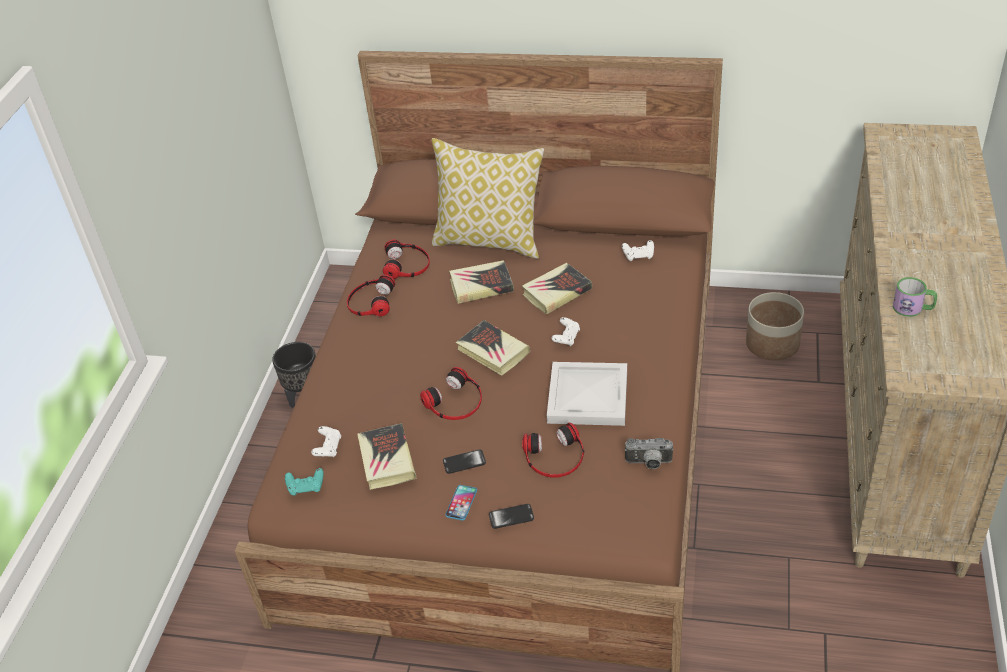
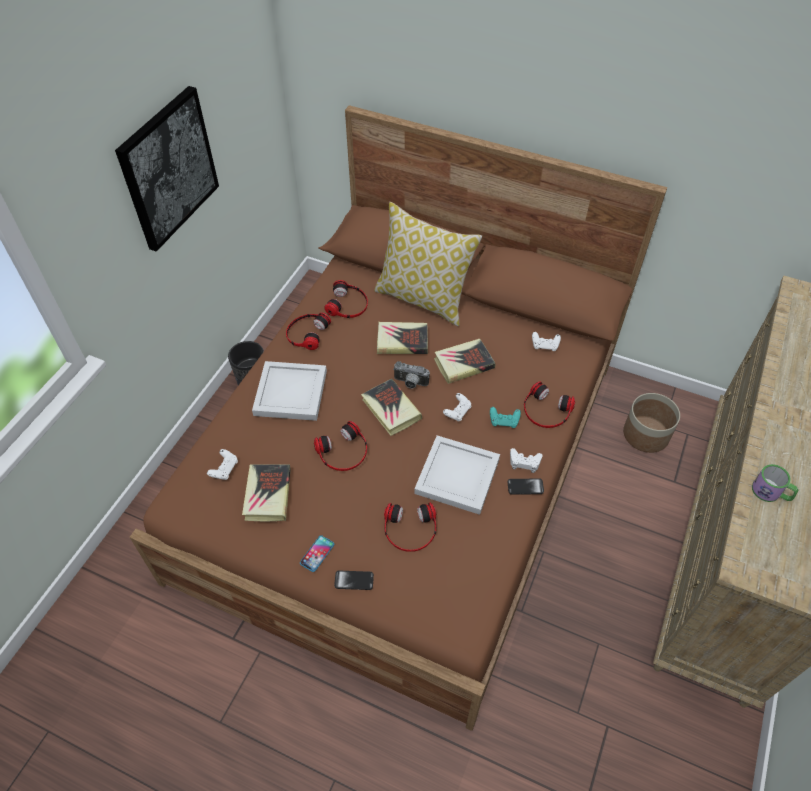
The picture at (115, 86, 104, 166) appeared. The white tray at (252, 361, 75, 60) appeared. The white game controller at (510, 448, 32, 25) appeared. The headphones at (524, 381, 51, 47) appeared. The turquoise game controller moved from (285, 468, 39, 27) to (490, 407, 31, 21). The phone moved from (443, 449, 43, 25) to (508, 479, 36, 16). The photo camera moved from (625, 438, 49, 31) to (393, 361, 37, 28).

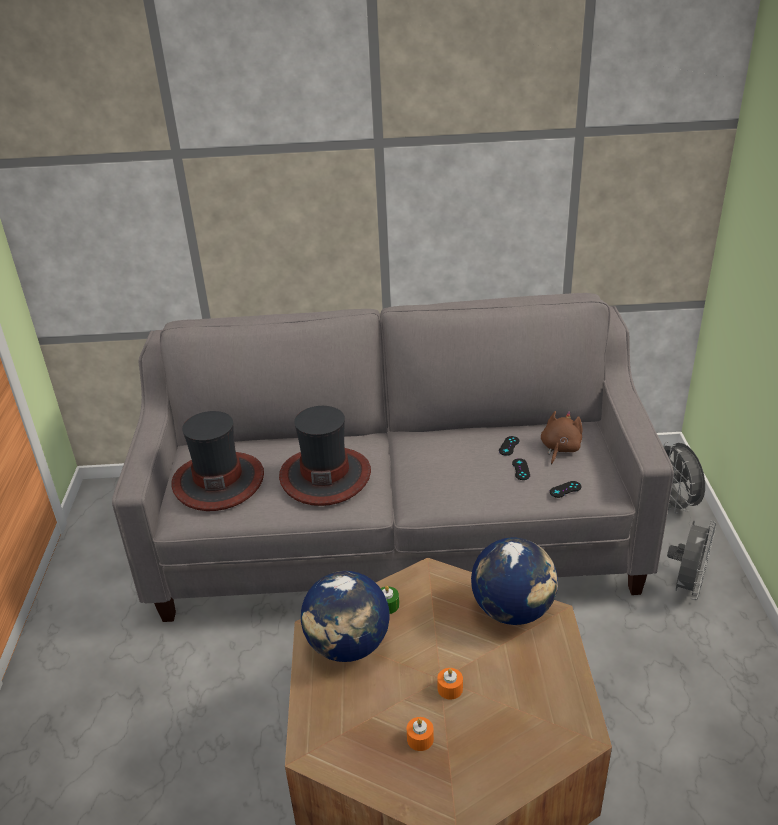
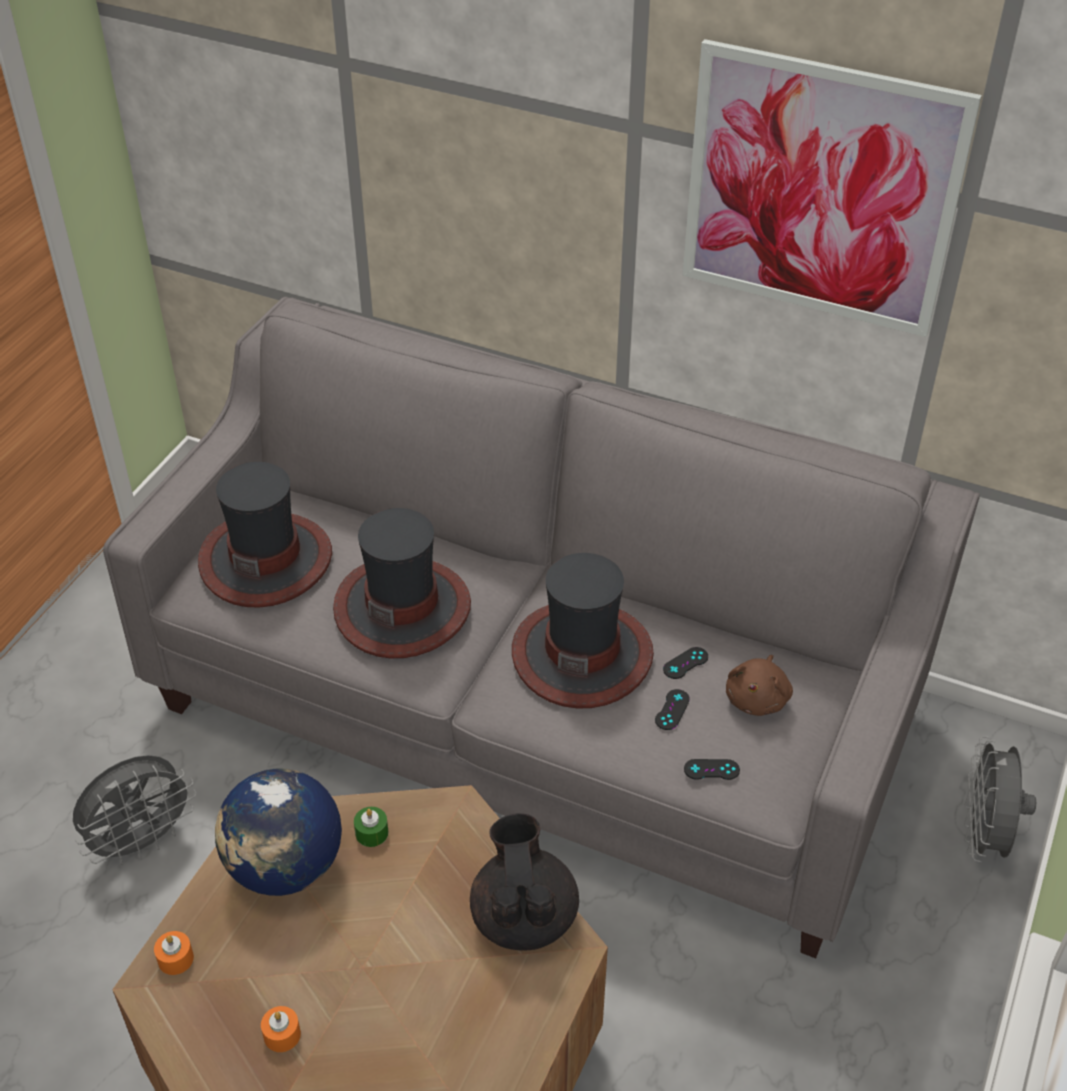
The hat at (512, 553, 142, 156) appeared. The picture at (682, 39, 300, 298) appeared. The orange candle moved from (437, 668, 26, 32) to (154, 931, 40, 44). The grey fan moved from (667, 521, 49, 79) to (73, 755, 124, 110). The globe at (471, 538, 87, 87) was replaced by the black teapot at (470, 813, 109, 138). The brown plush toy at (541, 411, 42, 53) turned 150 degrees clockwise.

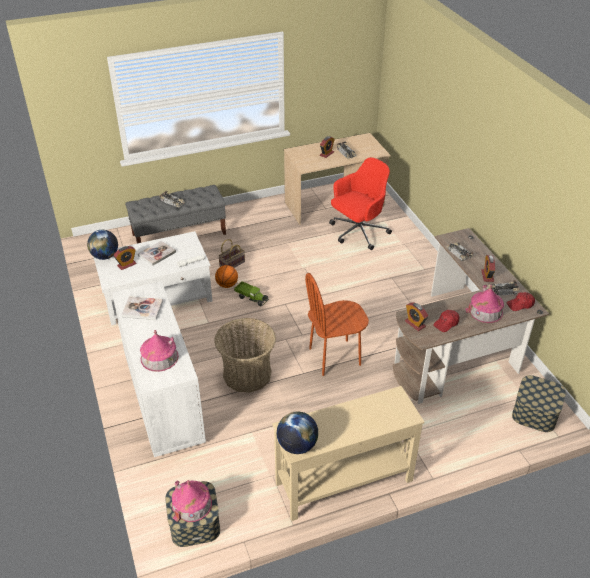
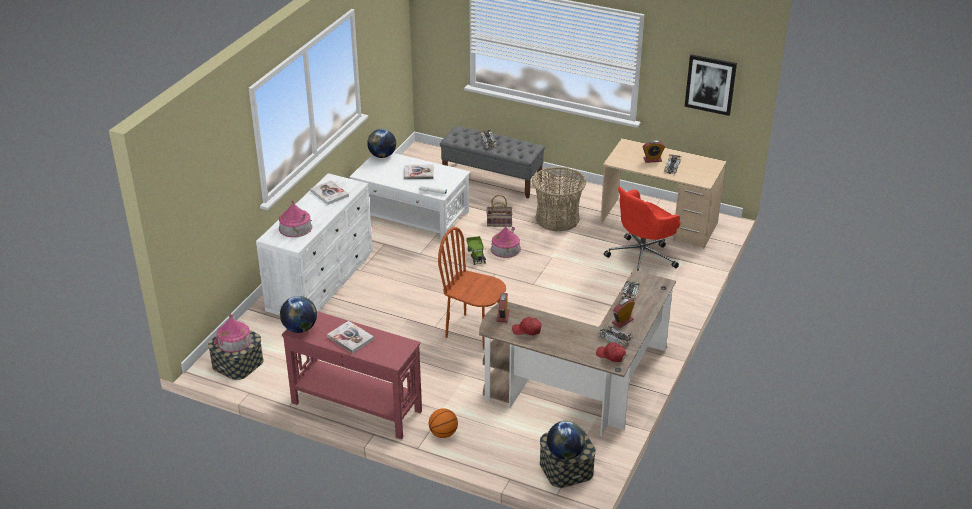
The alarm clock at (114, 246, 22, 24) disappeared. The book at (327, 321, 47, 32) appeared. The globe at (547, 421, 38, 39) appeared. The picture at (685, 54, 52, 62) appeared. The basket moved from (214, 318, 62, 75) to (532, 167, 54, 64). The basketball moved from (215, 265, 23, 23) to (429, 408, 29, 30). The toy house moved from (465, 285, 39, 38) to (491, 224, 30, 34). The beige console table at (273, 386, 151, 135) became the red console table at (282, 311, 140, 128). The red office chair at (329, 157, 63, 93) turned 135 degrees clockwise.

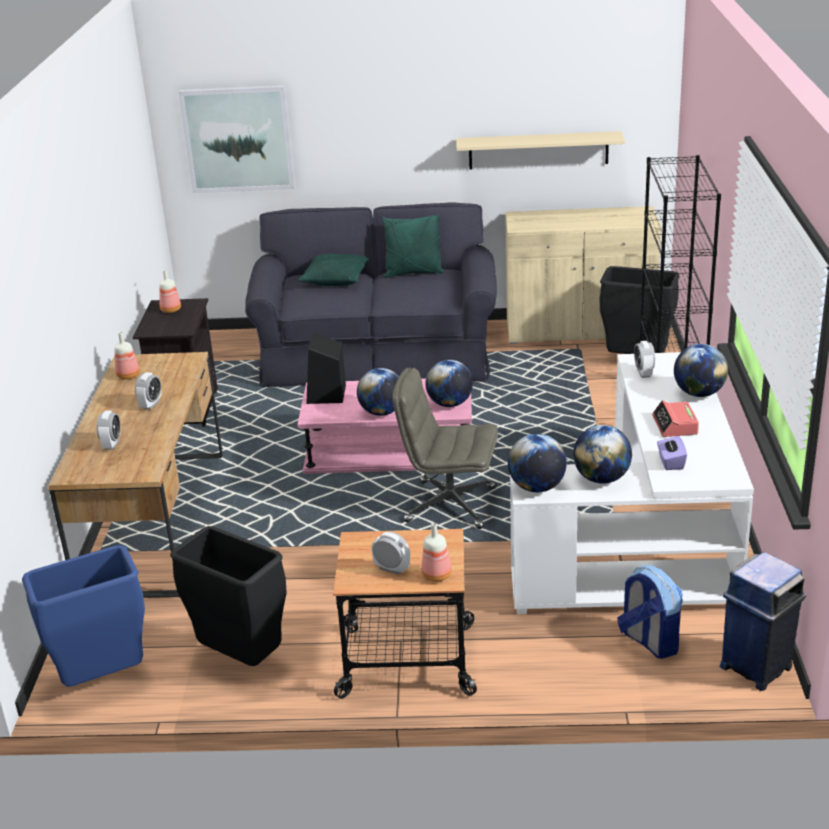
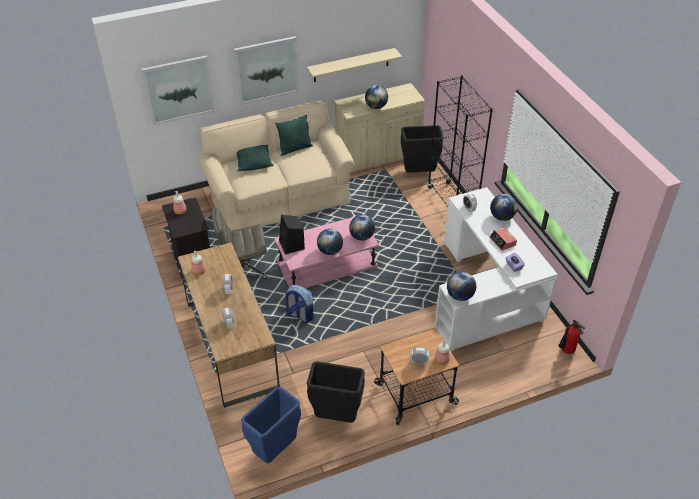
The picture at (234, 36, 65, 69) appeared. The grey office chair moved from (392, 368, 106, 161) to (212, 208, 55, 71). The globe moved from (573, 425, 59, 59) to (365, 85, 23, 24). The backpack moved from (617, 565, 66, 94) to (284, 285, 30, 38). The blue trash can at (720, 552, 86, 139) was replaced by the fire extinguisher at (558, 320, 27, 34). The black sofa at (245, 202, 252, 185) became the beige sofa at (199, 101, 156, 129).

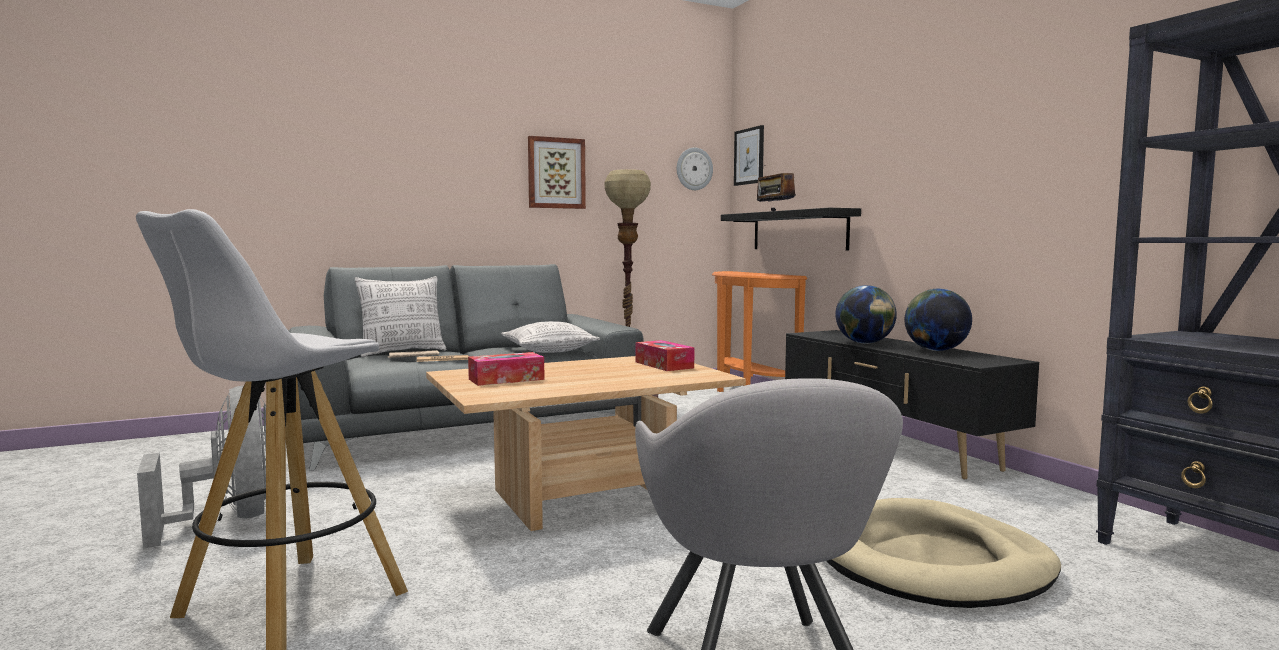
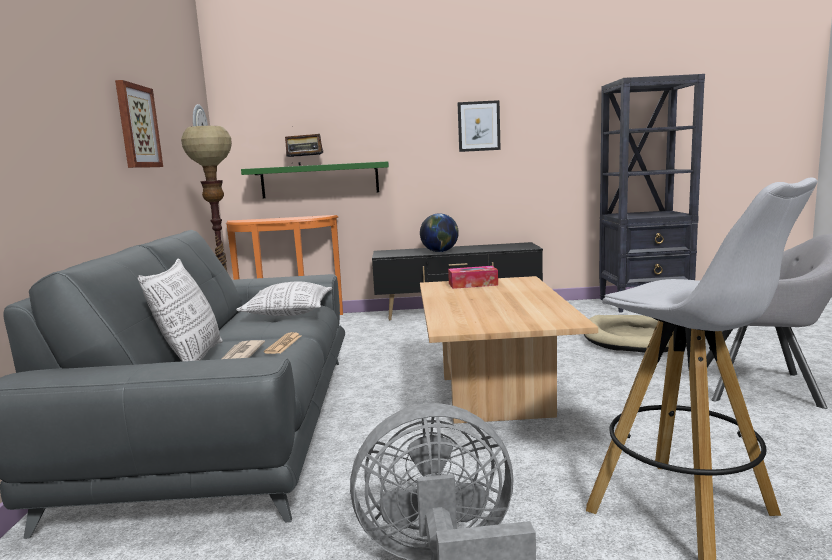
The tissue box at (468, 352, 77, 34) disappeared. The globe at (905, 288, 67, 63) disappeared. The picture moved from (734, 125, 30, 61) to (458, 100, 43, 52). The black shelf at (721, 208, 140, 43) became the green shelf at (241, 161, 148, 37).

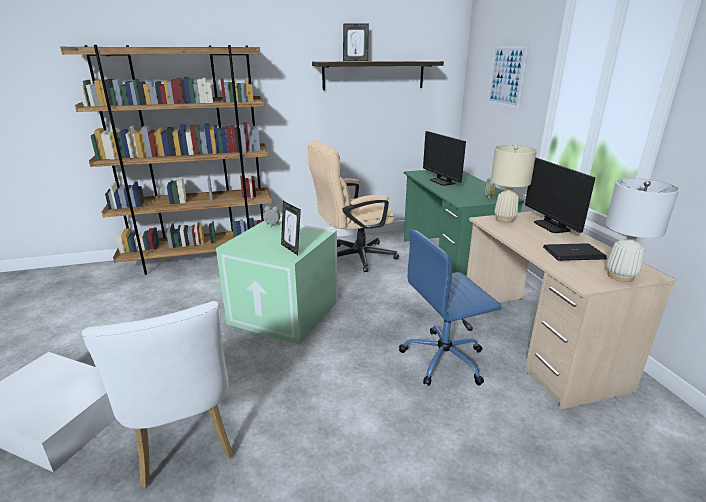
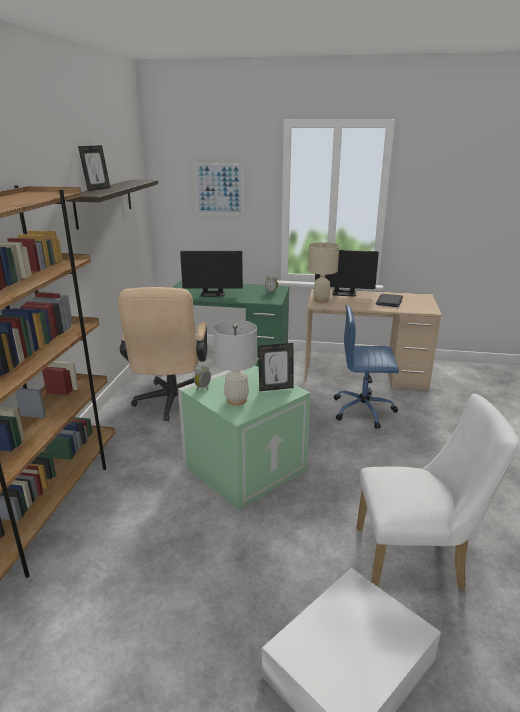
The white table lamp moved from (605, 178, 74, 104) to (213, 320, 44, 86). The blue office chair at (399, 229, 103, 157) turned 90 degrees clockwise.

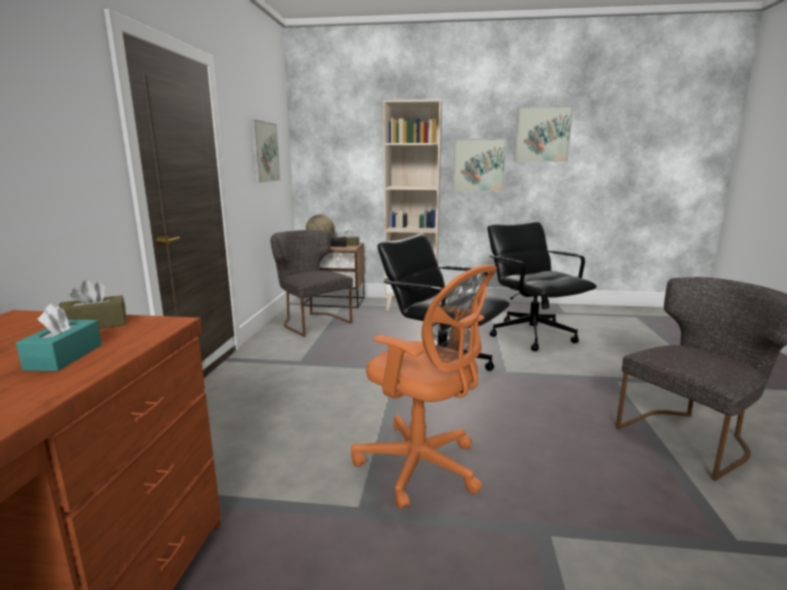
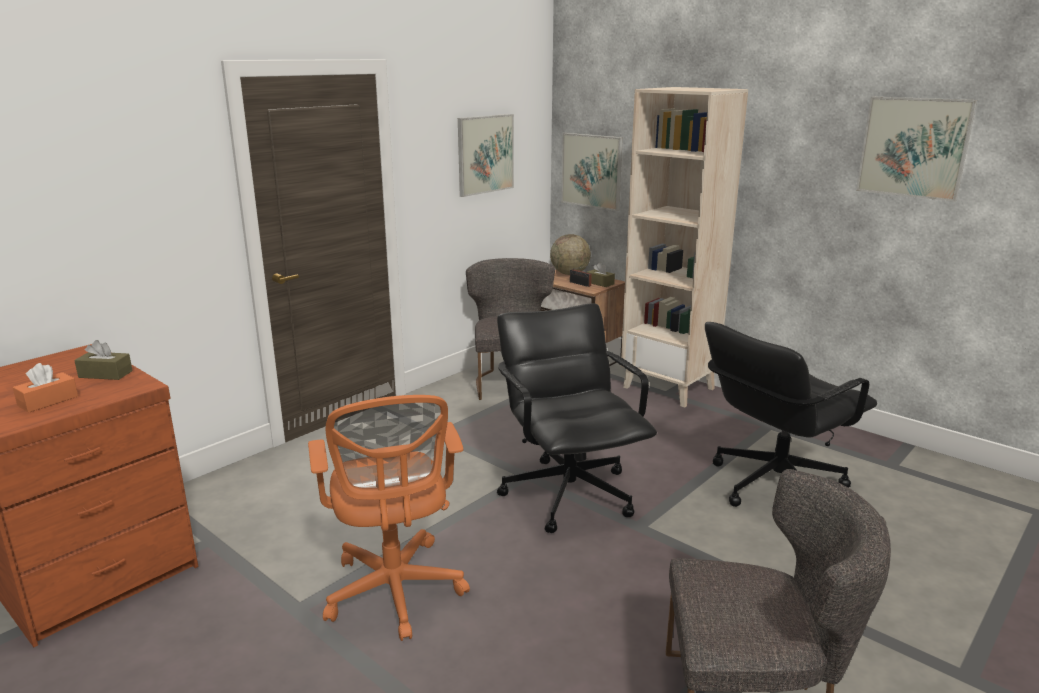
The picture moved from (452, 138, 55, 54) to (561, 133, 62, 78). The turquoise tissue box at (16, 303, 86, 68) became the orange tissue box at (13, 363, 65, 50). The black office chair at (488, 222, 109, 129) turned 135 degrees counterclockwise.

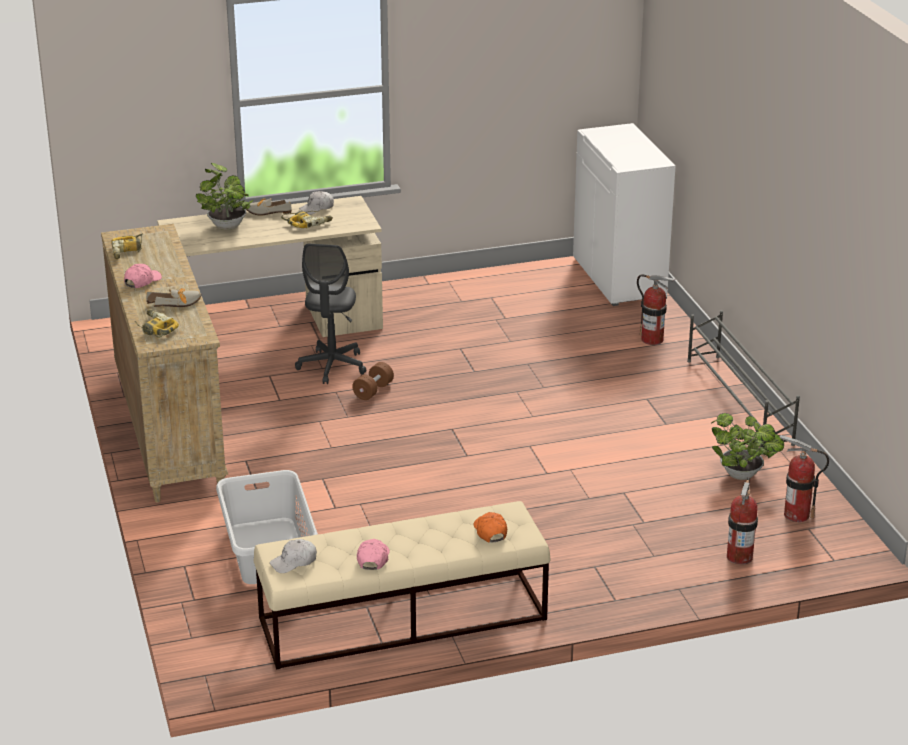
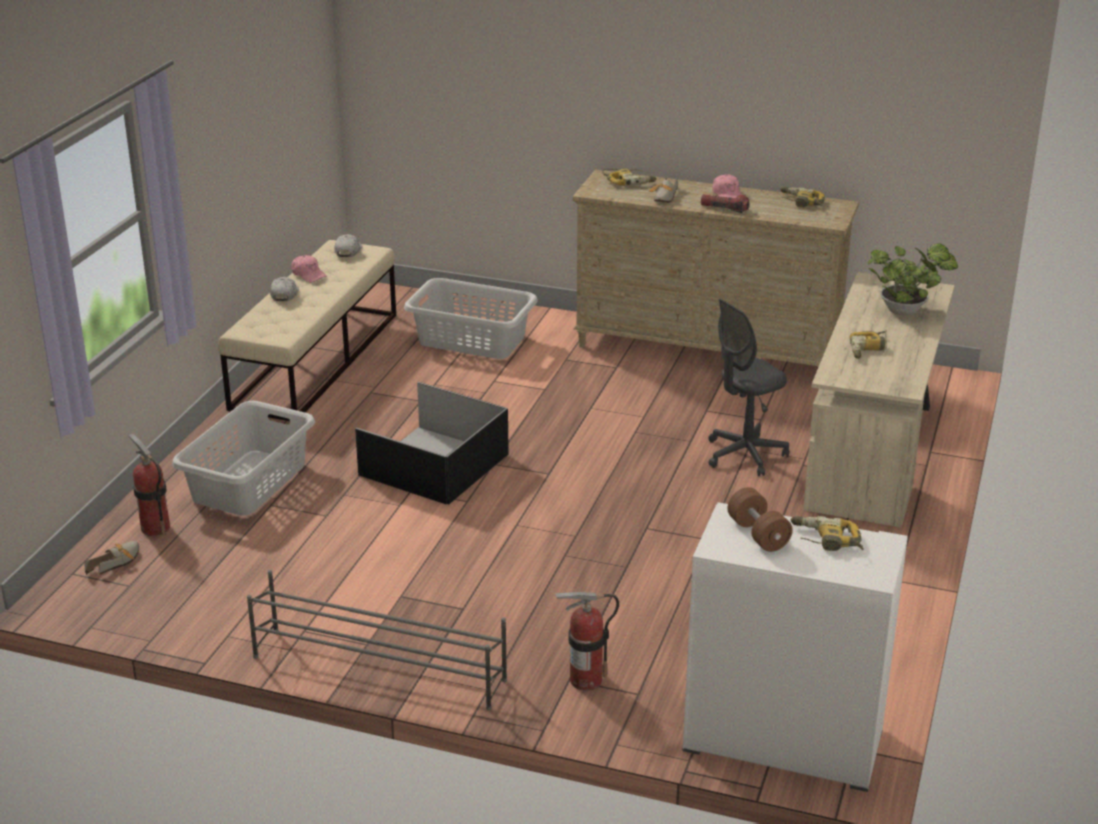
The orange cap at (474, 512, 33, 31) disappeared. The potted plant at (711, 413, 73, 67) disappeared. The fire extinguisher at (780, 435, 49, 87) disappeared. The grey laundry basket at (172, 401, 143, 115) appeared. The black storage box at (355, 382, 154, 122) appeared. The flashlight at (701, 194, 49, 19) appeared. The power drill at (790, 516, 74, 35) appeared. The shoe moved from (246, 198, 46, 17) to (85, 541, 54, 34). The white cap moved from (299, 191, 35, 24) to (270, 277, 29, 24). The brown dumbbell moved from (352, 362, 42, 38) to (727, 487, 66, 65). The grey office chair at (295, 244, 71, 140) turned 75 degrees counterclockwise.

